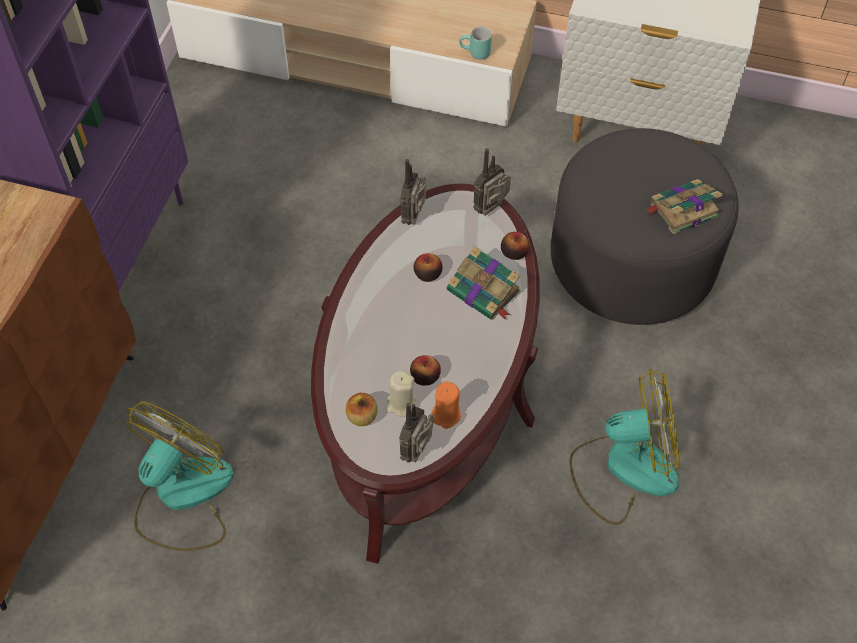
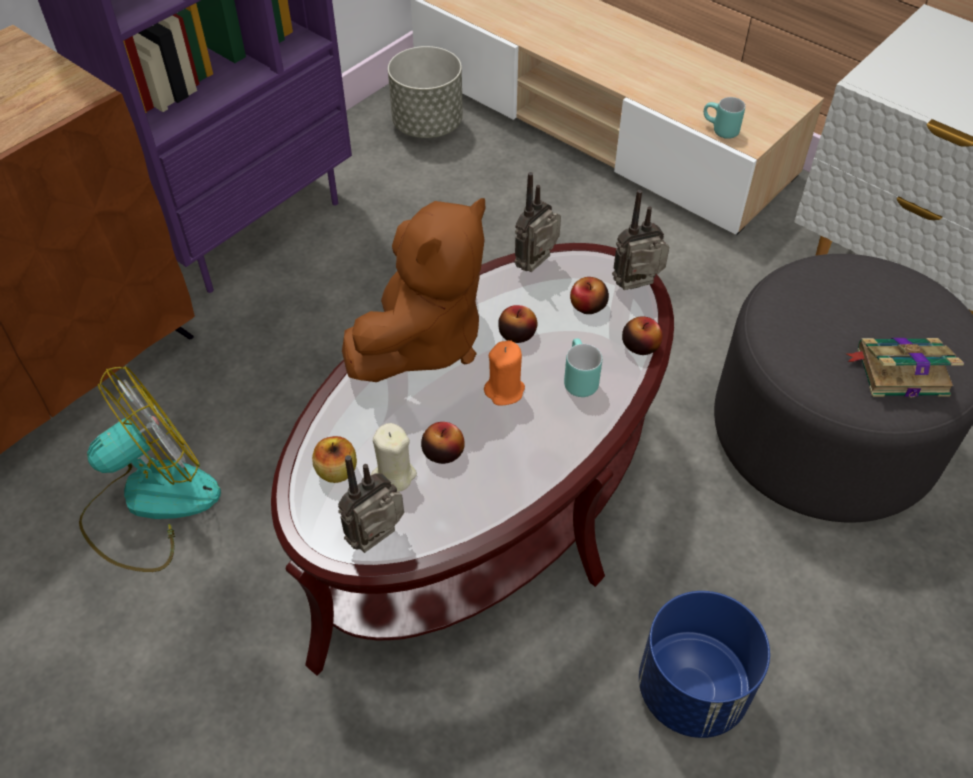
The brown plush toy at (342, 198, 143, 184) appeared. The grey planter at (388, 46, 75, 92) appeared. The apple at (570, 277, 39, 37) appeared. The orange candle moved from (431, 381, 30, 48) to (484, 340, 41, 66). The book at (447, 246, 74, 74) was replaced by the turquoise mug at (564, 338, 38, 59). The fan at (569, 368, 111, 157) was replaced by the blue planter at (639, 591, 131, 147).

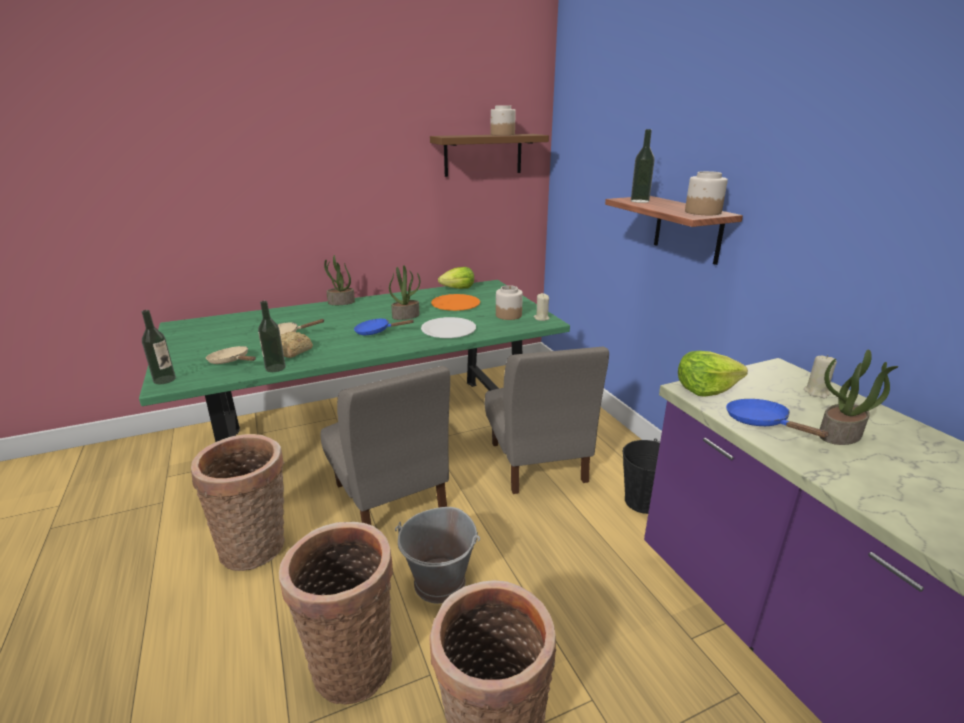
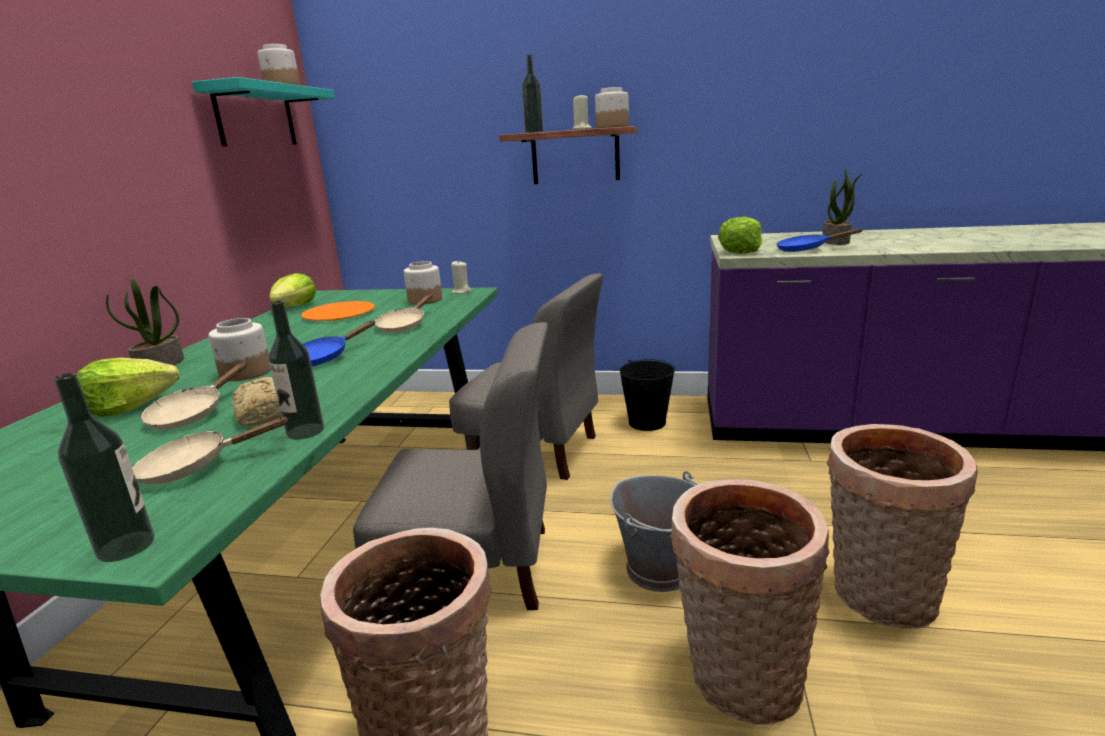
The potted plant at (389, 265, 31, 55) disappeared. The lettuce at (77, 358, 103, 59) appeared. The jar at (208, 318, 63, 63) appeared. The beige candle moved from (804, 355, 33, 43) to (573, 94, 19, 36). The white plate at (421, 317, 55, 21) was replaced by the beige frying pan at (375, 294, 57, 39). The brown shelf at (430, 134, 119, 43) became the turquoise shelf at (192, 77, 143, 69).

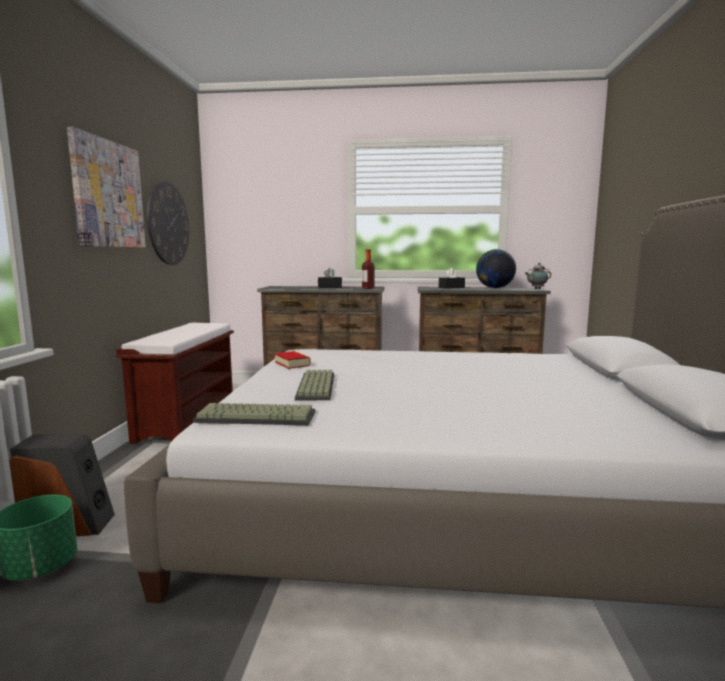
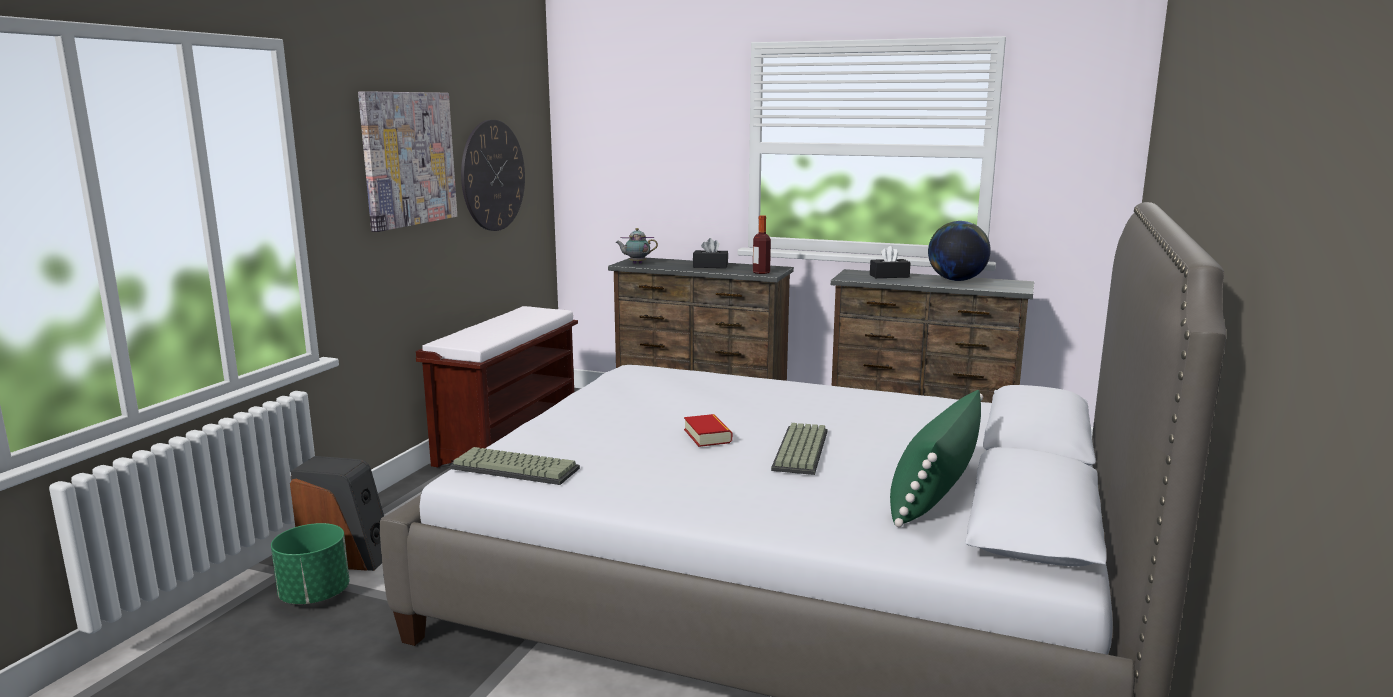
The green pillow at (890, 390, 93, 137) appeared. The book moved from (274, 351, 37, 18) to (684, 414, 48, 33). The keyboard moved from (295, 370, 39, 31) to (771, 423, 56, 52). The teapot moved from (525, 263, 26, 26) to (615, 228, 43, 36).

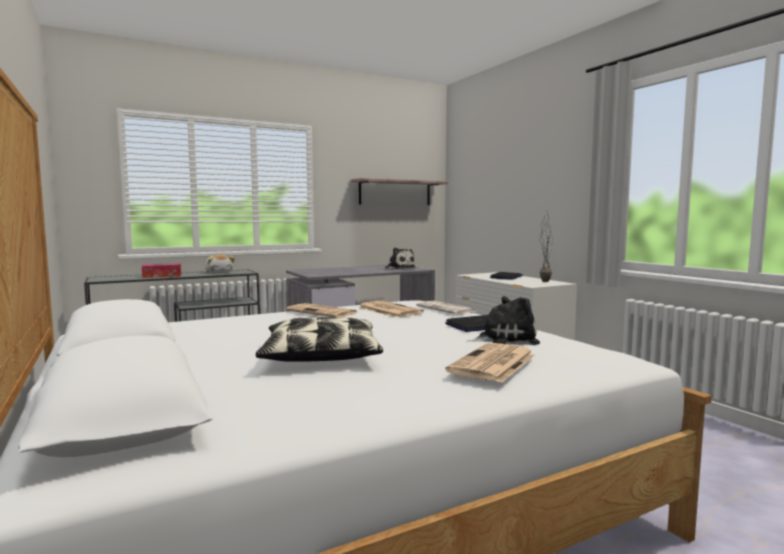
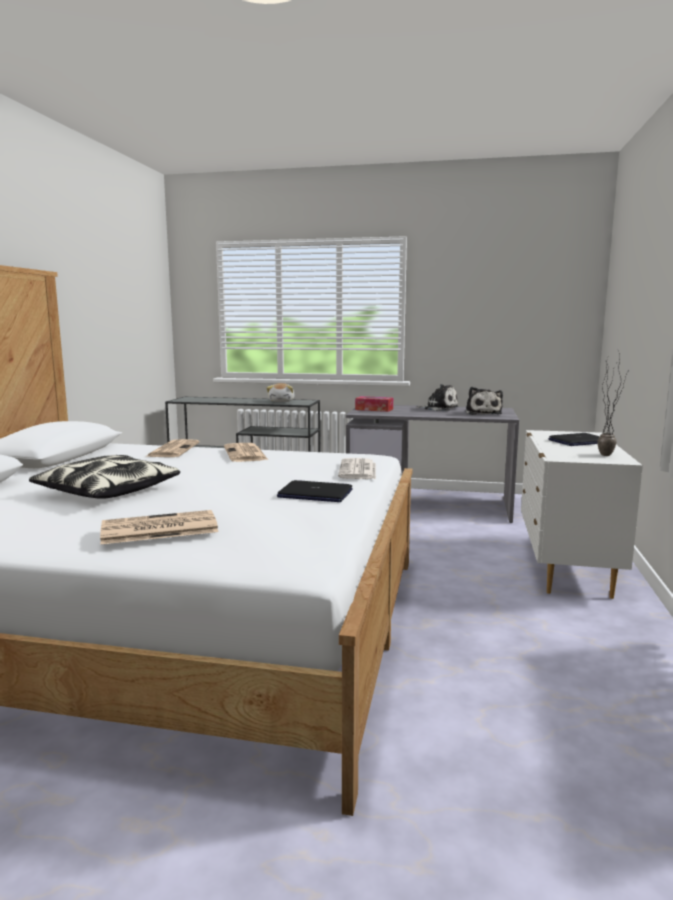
The shelf at (351, 178, 97, 27) disappeared. The tissue box moved from (142, 263, 39, 15) to (355, 396, 38, 16). The newspaper moved from (358, 301, 66, 17) to (146, 439, 53, 18). The plush toy moved from (467, 296, 73, 49) to (416, 384, 42, 27).

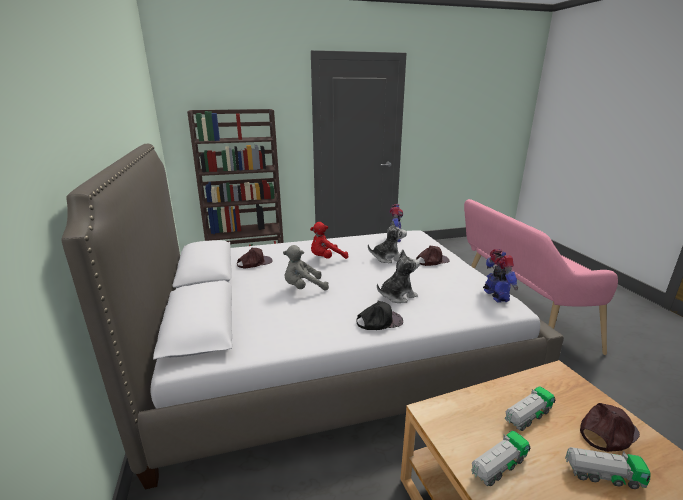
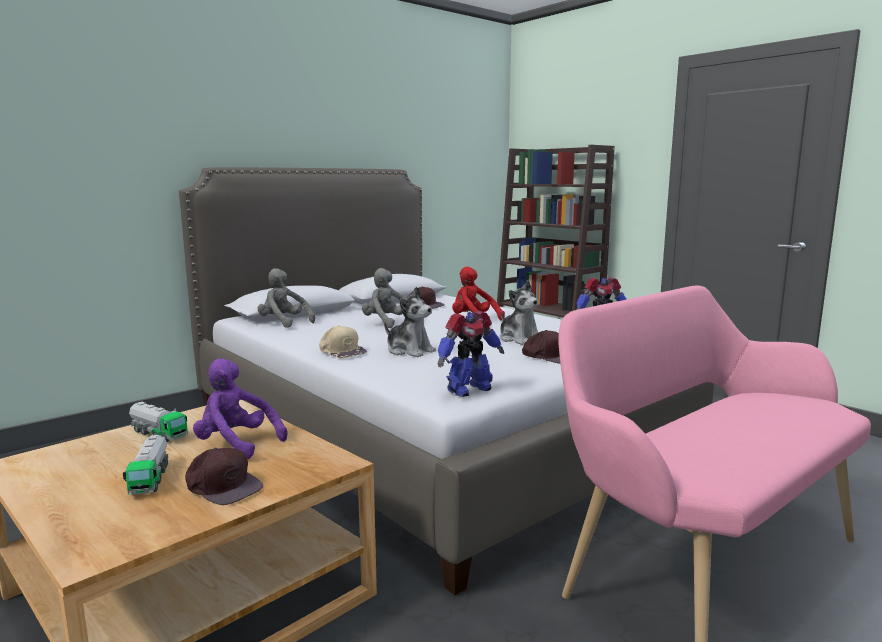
The grey plush toy at (258, 268, 57, 60) appeared. The toy truck at (505, 387, 51, 44) was replaced by the purple plush toy at (193, 358, 94, 101). The black cap at (356, 301, 47, 29) became the beige cap at (319, 325, 48, 33).

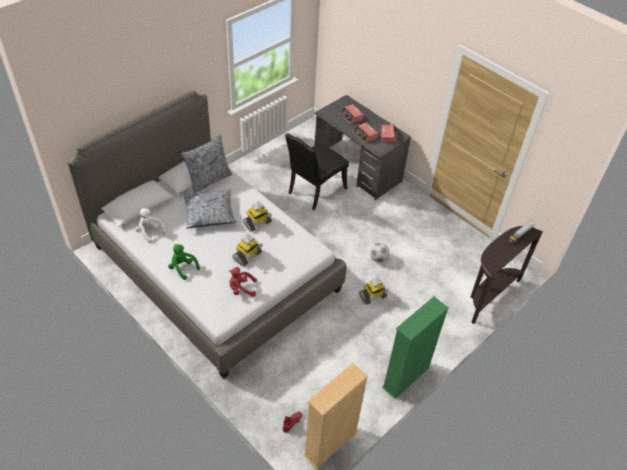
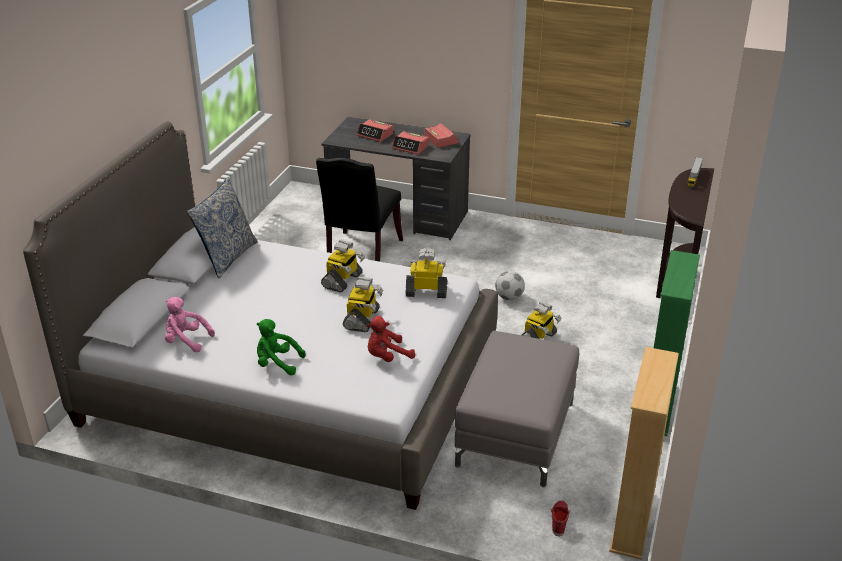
The pillow at (183, 190, 53, 39) disappeared. The toy robot at (406, 248, 41, 50) appeared. The grey ottoman at (454, 331, 125, 156) appeared. The white plush toy at (135, 208, 31, 35) became the pink plush toy at (165, 297, 50, 55).

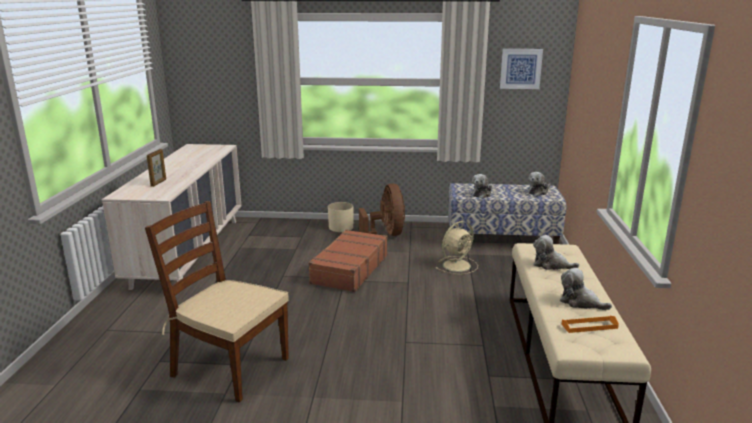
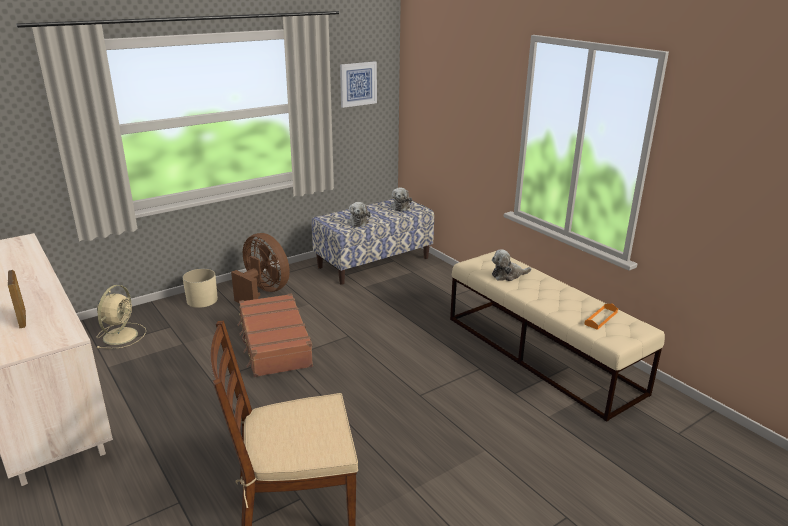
The plush toy at (560, 268, 52, 42) disappeared. The beige fan moved from (436, 221, 42, 54) to (96, 285, 50, 64).

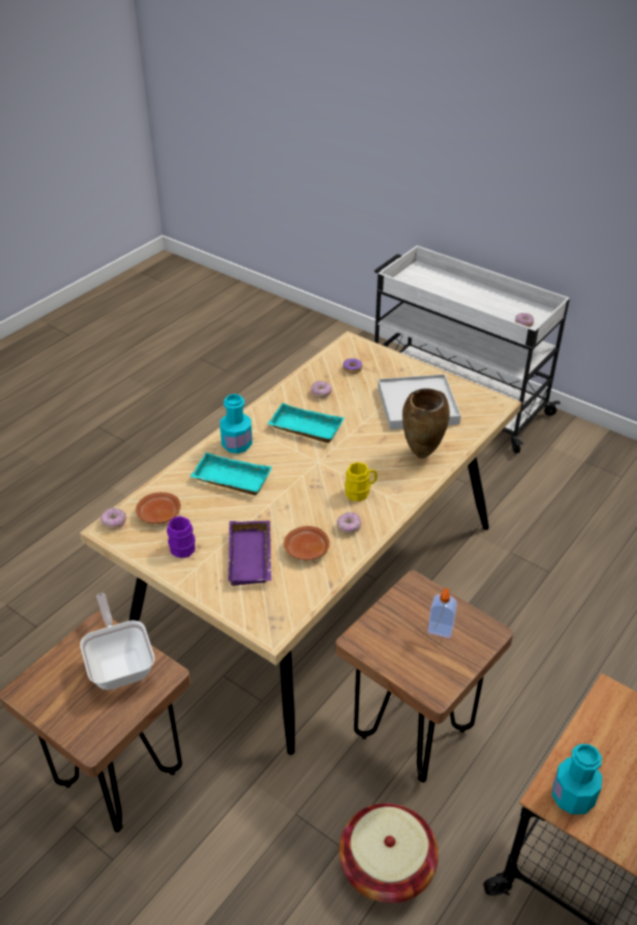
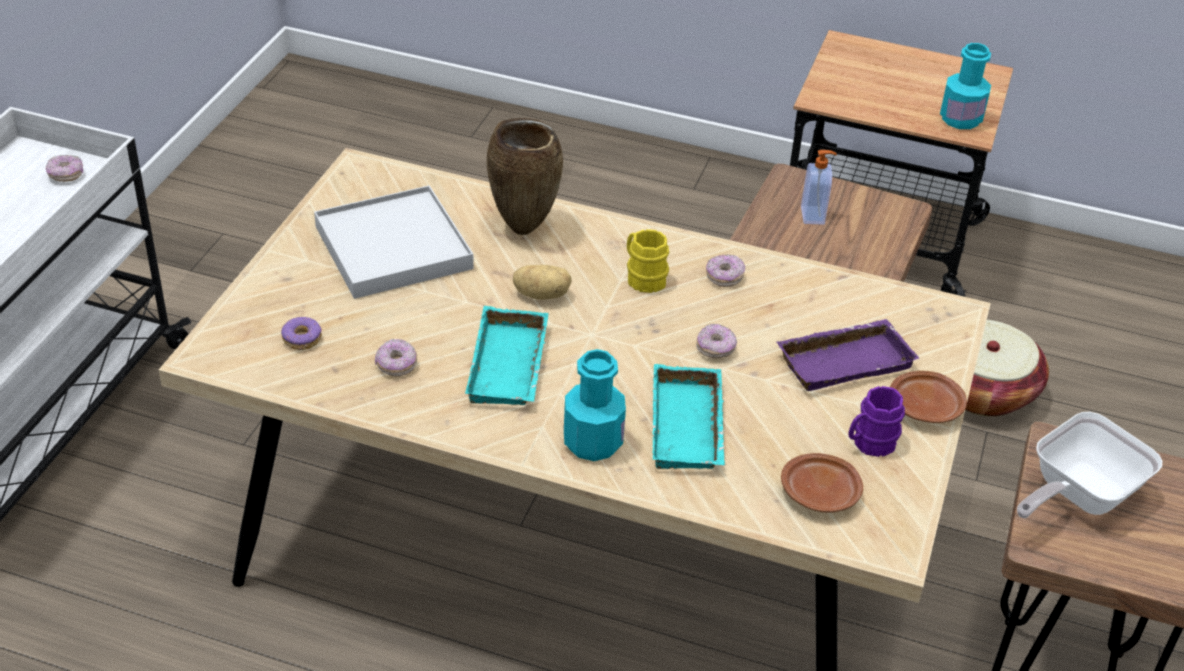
The potato at (513, 265, 59, 35) appeared. The donut moved from (100, 508, 26, 21) to (696, 324, 41, 34). The brown plate moved from (284, 526, 46, 34) to (890, 371, 77, 52).

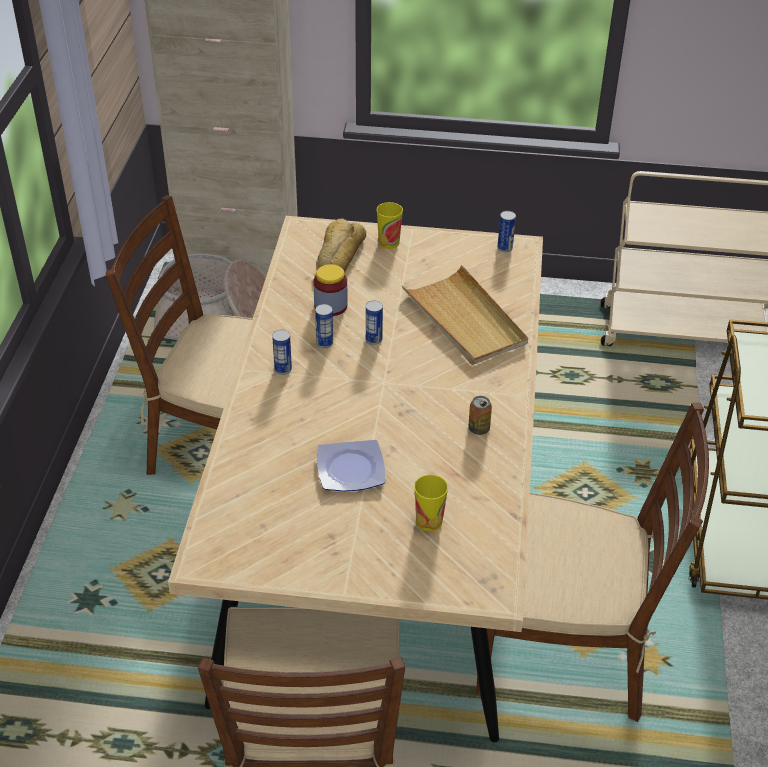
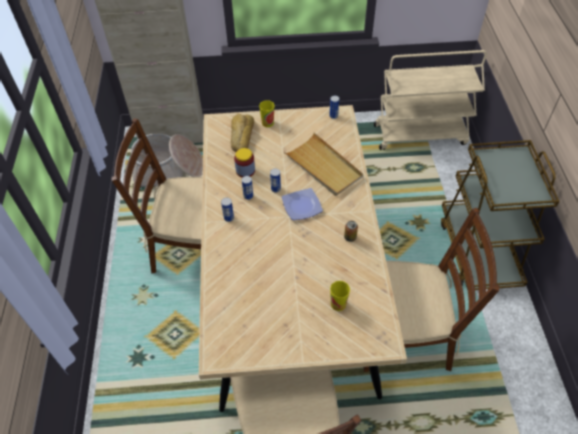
The plate moved from (317, 440, 68, 52) to (282, 188, 41, 32).

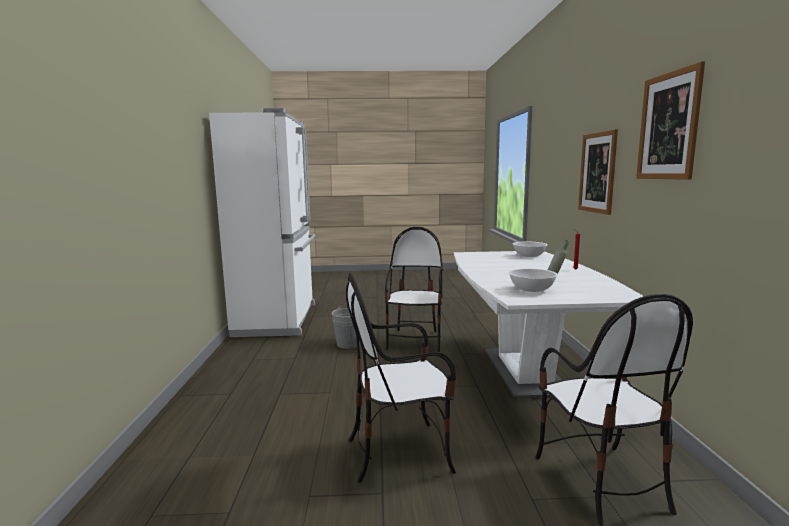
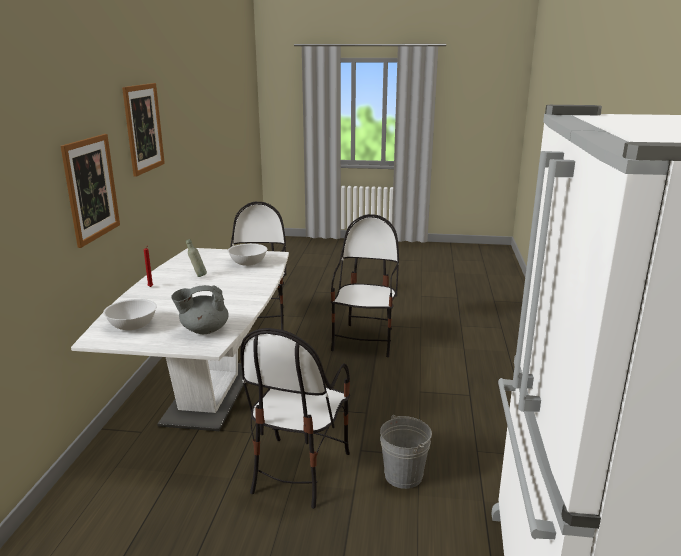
The grey teapot at (171, 285, 58, 49) appeared. The chair at (346, 273, 110, 210) turned 75 degrees counterclockwise.

